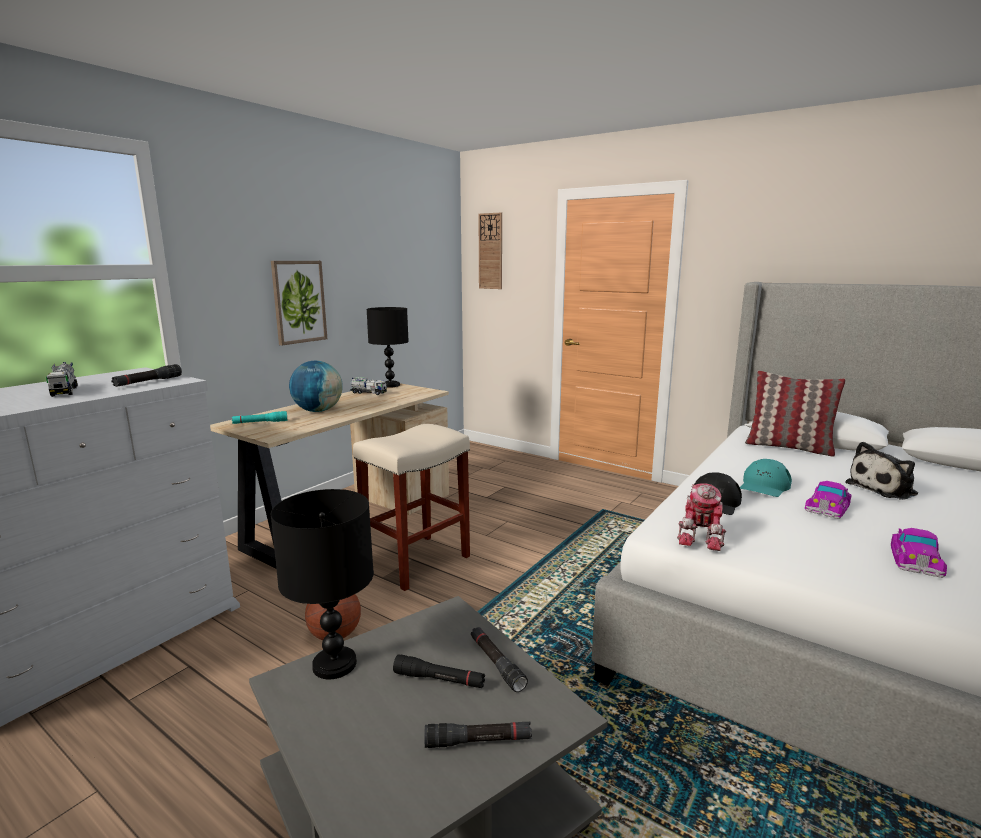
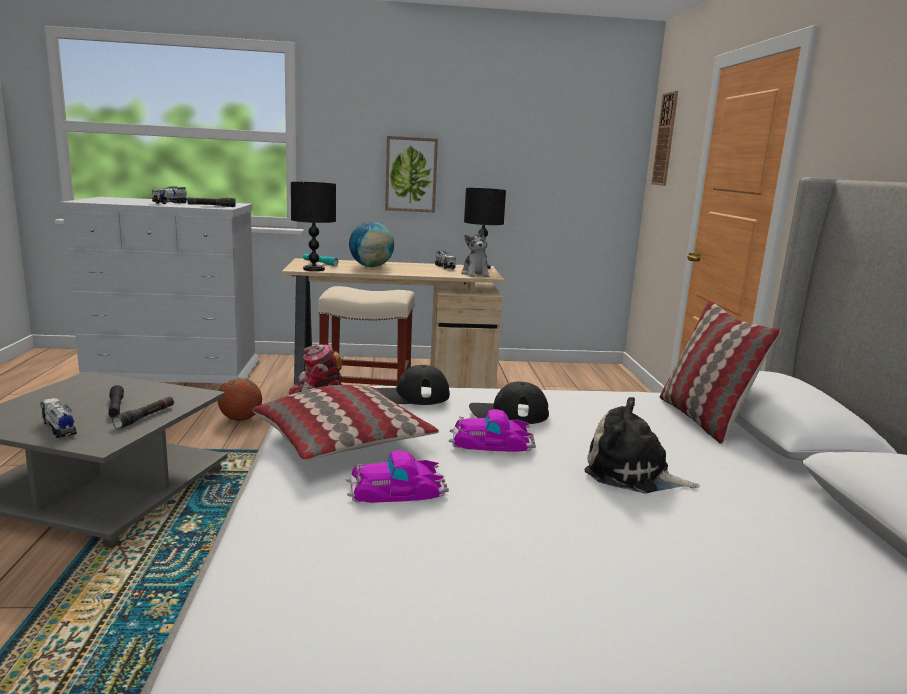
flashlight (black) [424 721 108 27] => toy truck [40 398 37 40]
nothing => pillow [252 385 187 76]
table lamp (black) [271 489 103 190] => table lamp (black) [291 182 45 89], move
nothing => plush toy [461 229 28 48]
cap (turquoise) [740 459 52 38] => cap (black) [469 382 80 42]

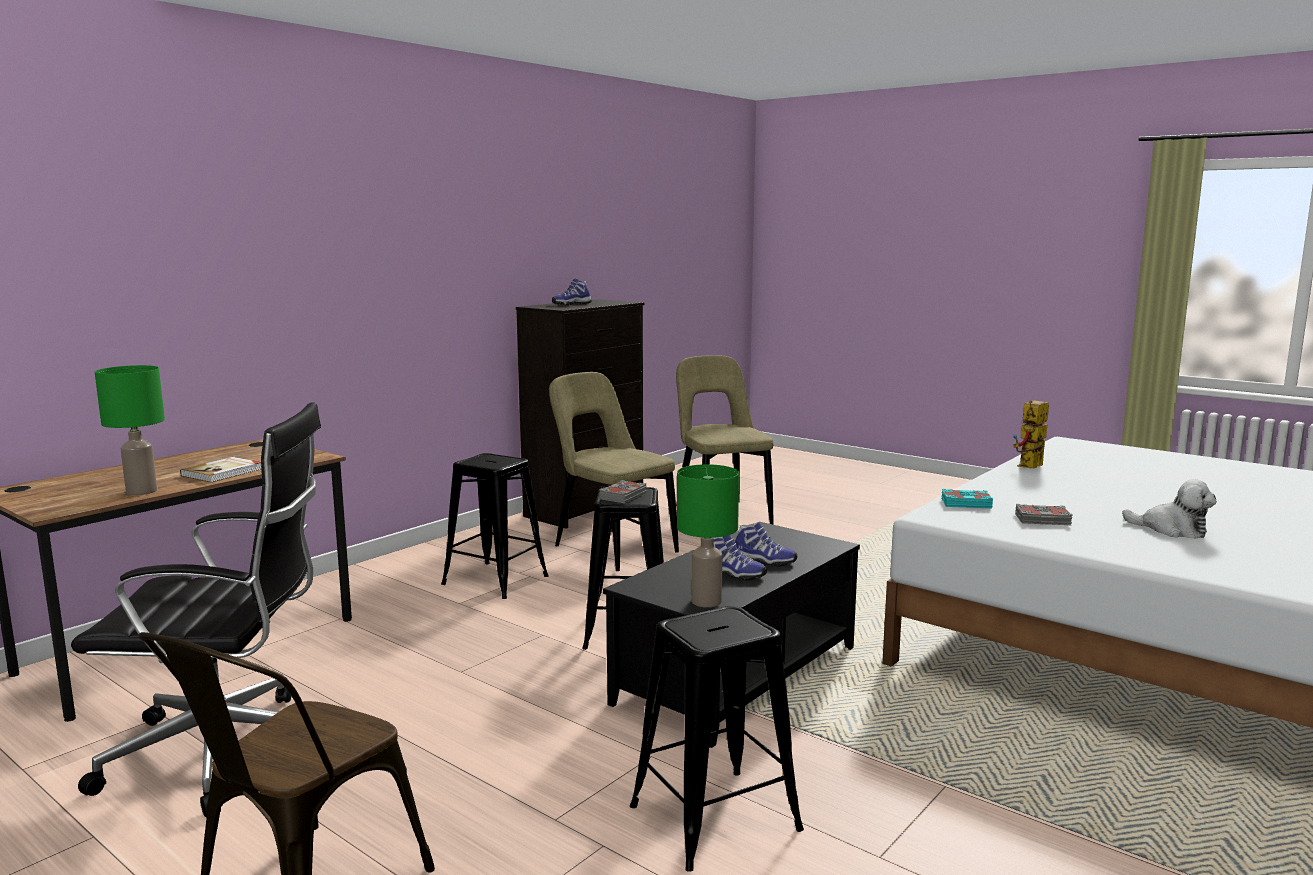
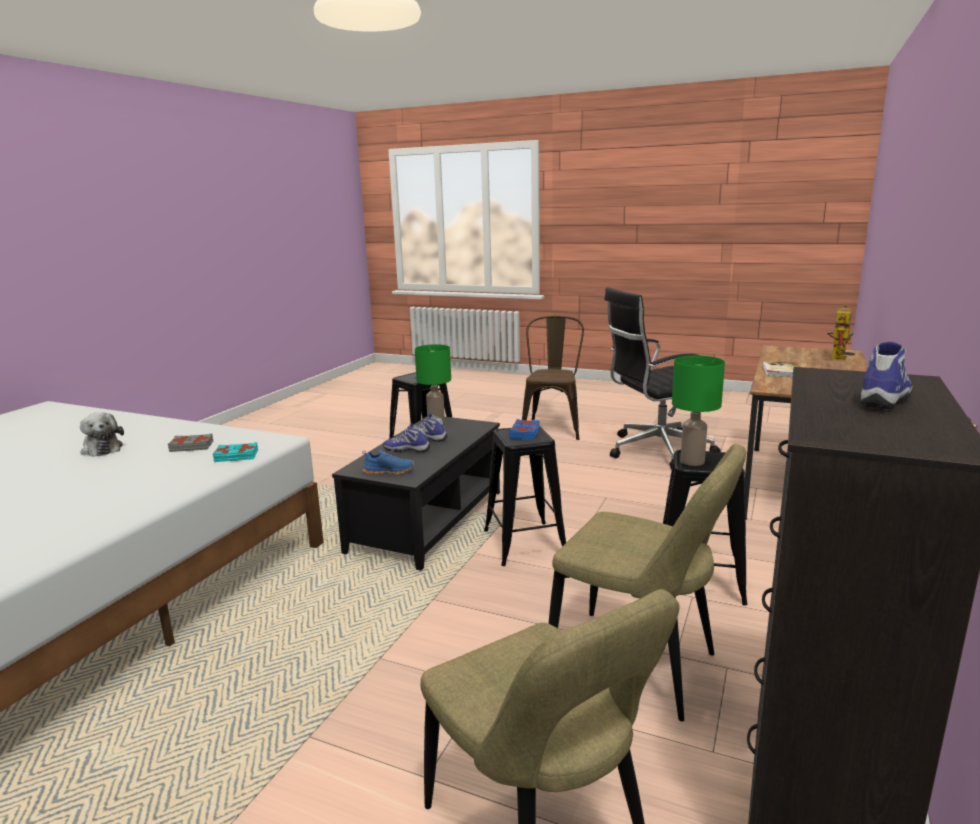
plush toy [1122 479 95 60] => plush toy [80 412 44 44], 150 degrees counterclockwise
nothing => shoe (blue) [362 449 52 26]
book (grey) [599 480 48 23] => book (blue) [509 419 31 21]
table lamp (green) [95 365 70 130] => table lamp (green) [672 355 53 111], move
toy robot [1013 400 36 69] => toy robot [827 305 27 55], move

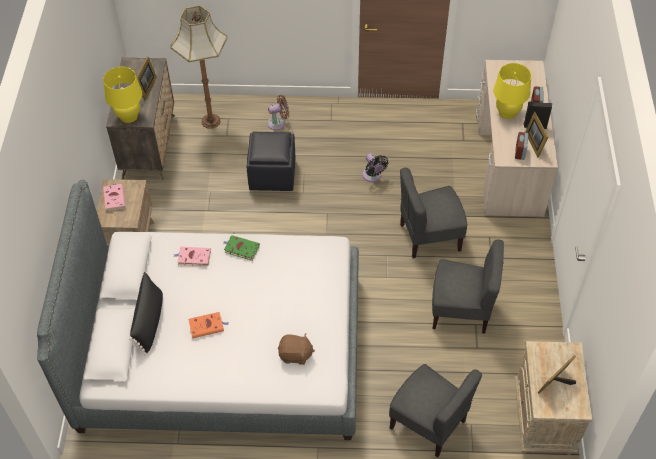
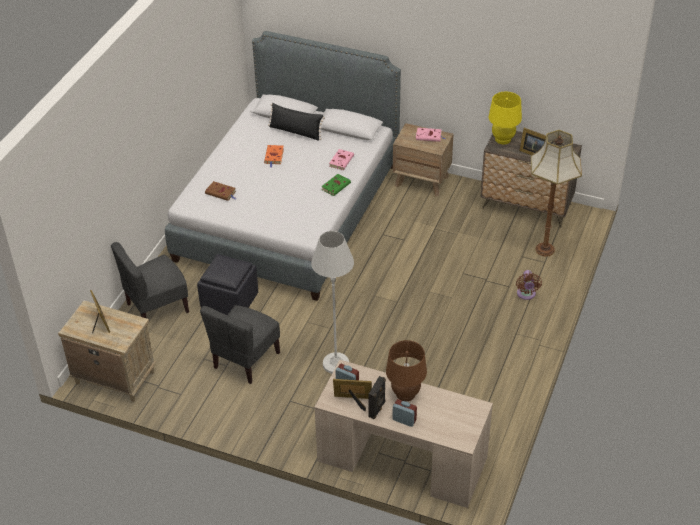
ottoman (black) [247 131 48 60] => ottoman (black) [197 254 61 61], move
plush toy (brown) [278 334 37 31] => book (brown) [205 181 31 20]
chair (grey) [400 167 68 92] => floor lamp (white) [311 231 43 143]
table lamp (yellow) [493 63 38 56] => table lamp (brown) [386 340 41 61]
fan (black) [362 153 26 29] => nothing

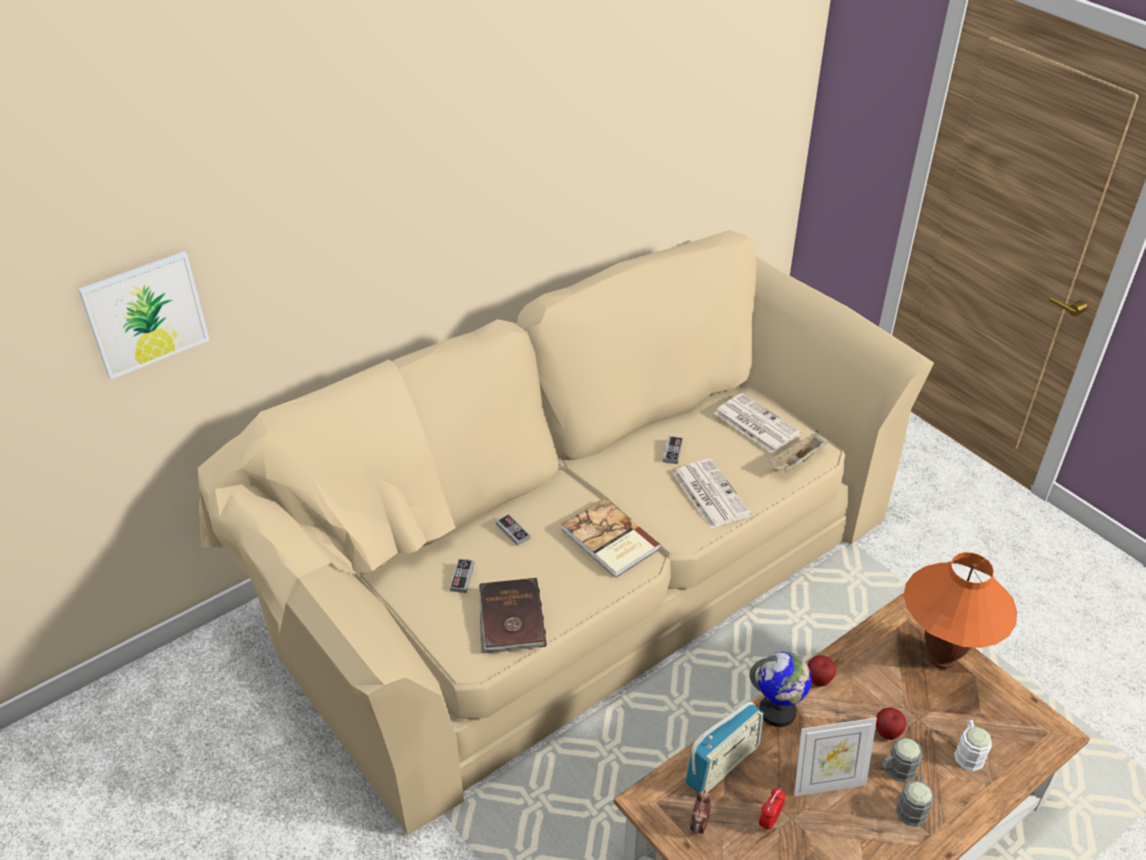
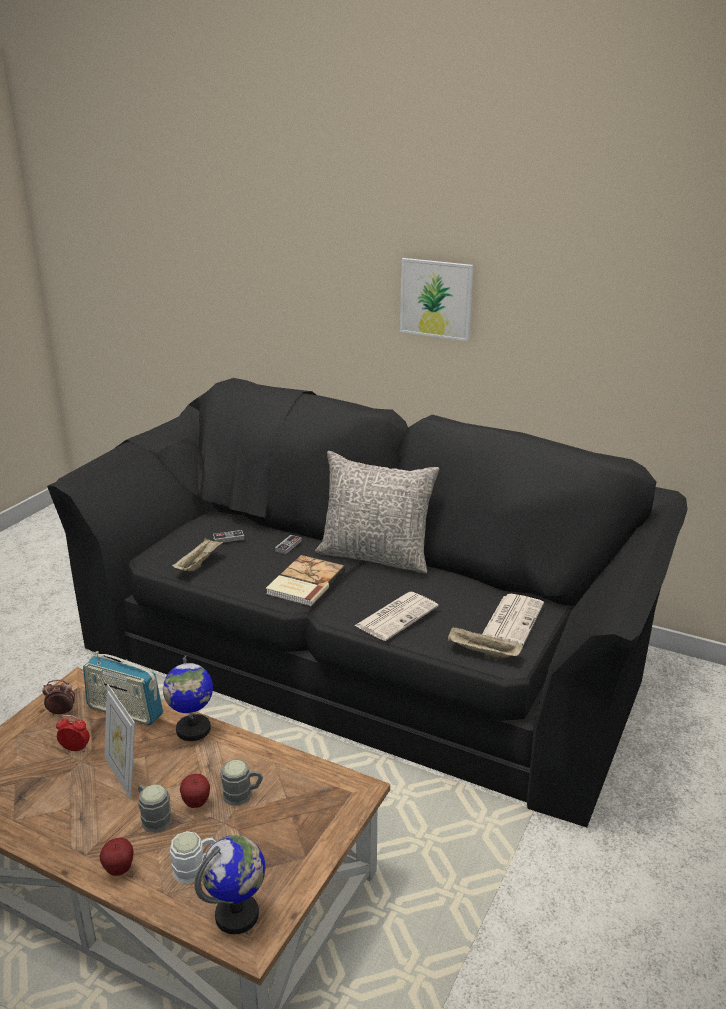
sofa (beige) [198 230 736 605] => sofa (black) [47 378 641 449]
apple [808 655 28 32] => apple [99 838 34 38], move
book (brown) [479 578 68 75] => tray (beige) [172 538 51 33]
nothing => globe [195 835 70 99]
mug (grey) [896 775 38 52] => mug (grey) [221 760 42 46], move
nothing => pillow (grey) [315 451 125 122]
picture [78 251 131 129] => picture [400 258 73 83], move
game controller [663 436 20 28] => nothing
table lamp (orange) [904 552 113 117] => nothing

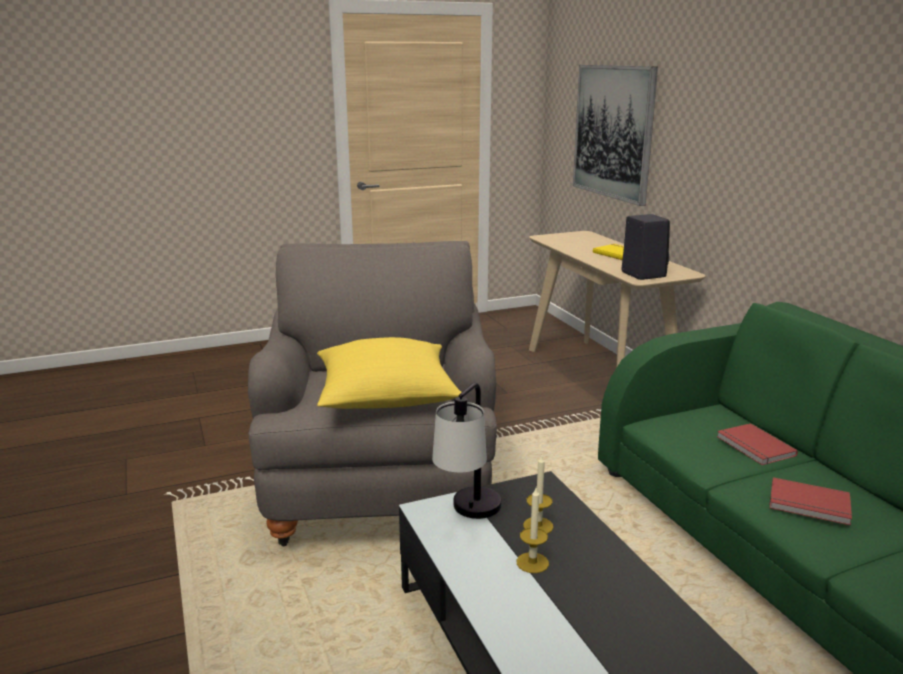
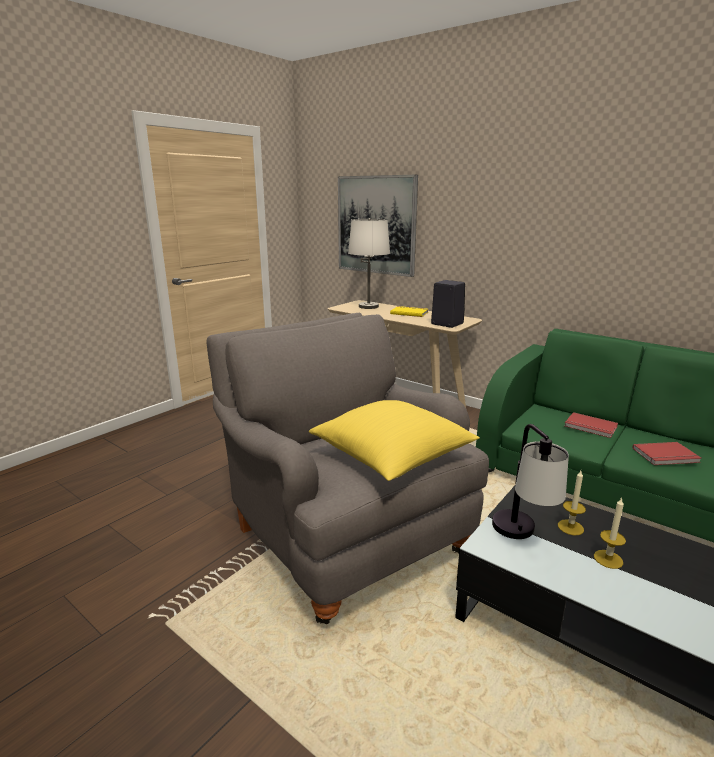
nothing => table lamp (white) [348 218 42 91]

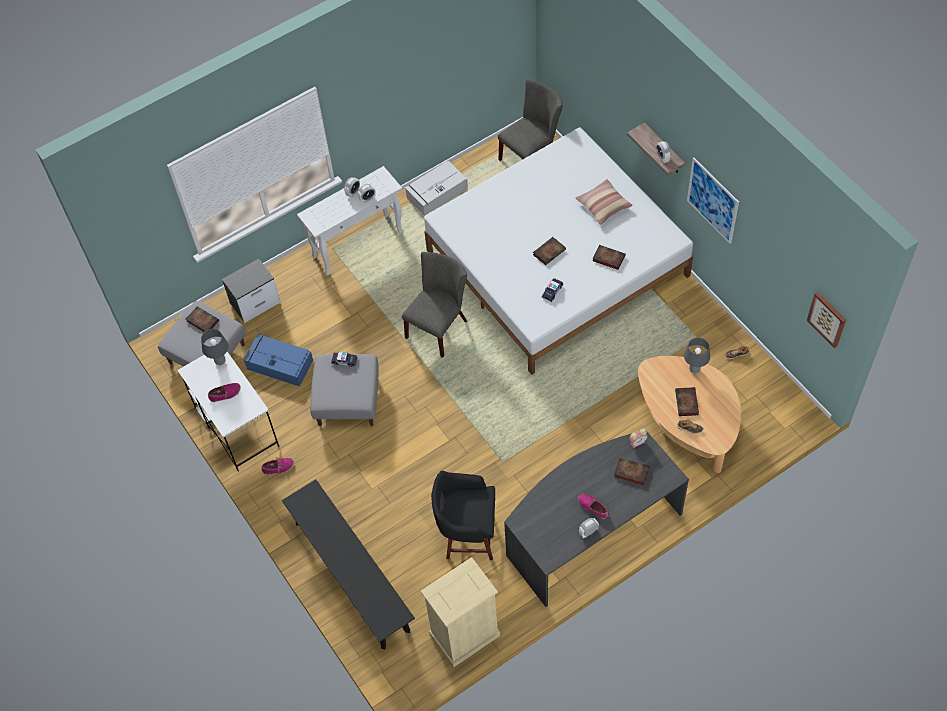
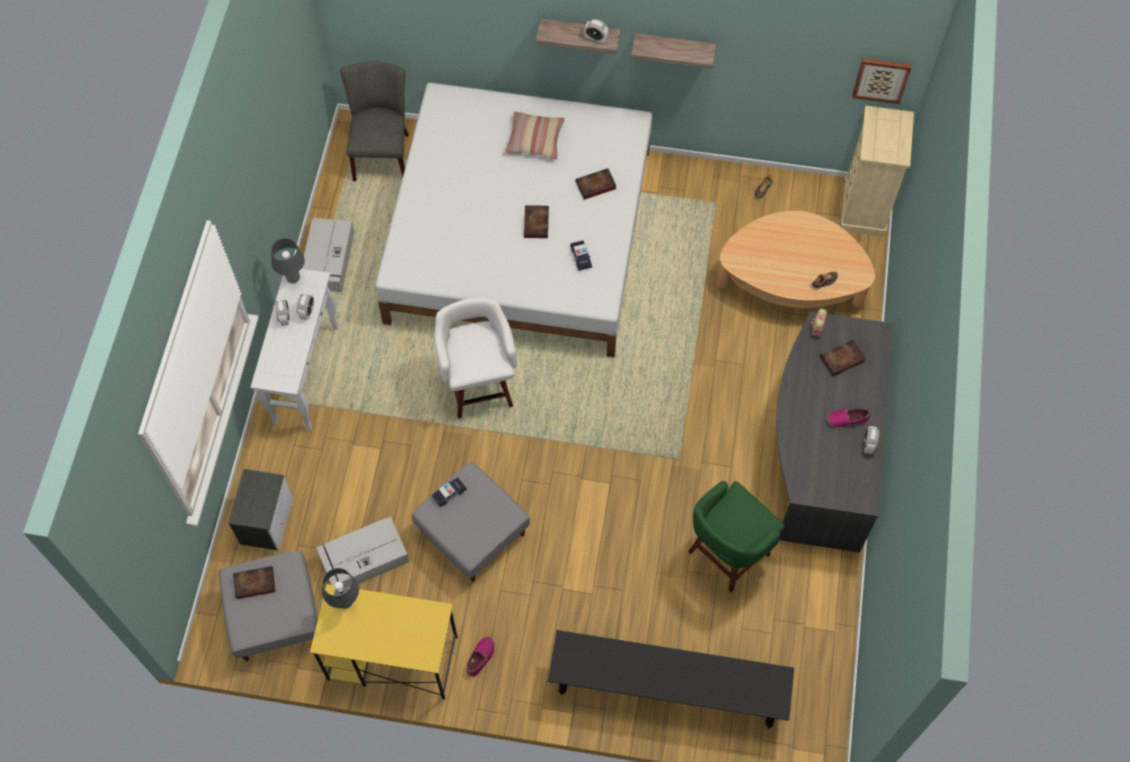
table lamp (grey) [684 338 26 36] => table lamp (grey) [271 238 34 45], move
desk (white) [177 352 103 120] => desk (yellow) [310 584 148 115]
storage box (blue) [243 334 70 52] => storage box (grey) [316 517 93 71]
chair (grey) [402 252 65 106] => stool (white) [434 298 83 121]
picture [687 158 52 86] => shelf [631 33 85 35]
stool (black) [431 471 64 89] => stool (green) [688 481 96 111]
dresser (beige) [421 557 79 111] => dresser (beige) [840 105 74 132], move
shoe [208 383 33 19] => nothing
book [675 387 24 29] => nothing

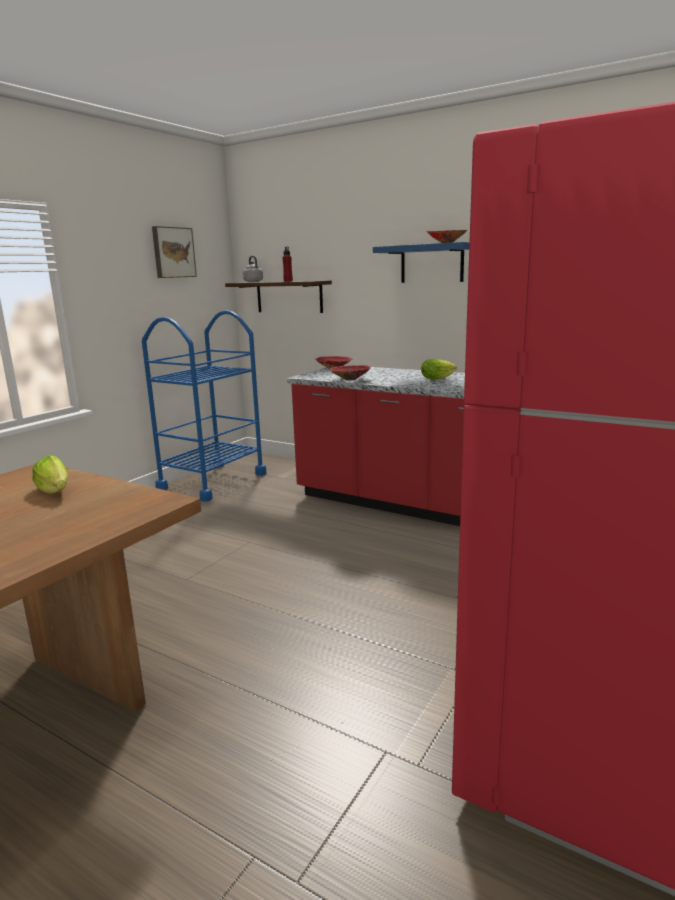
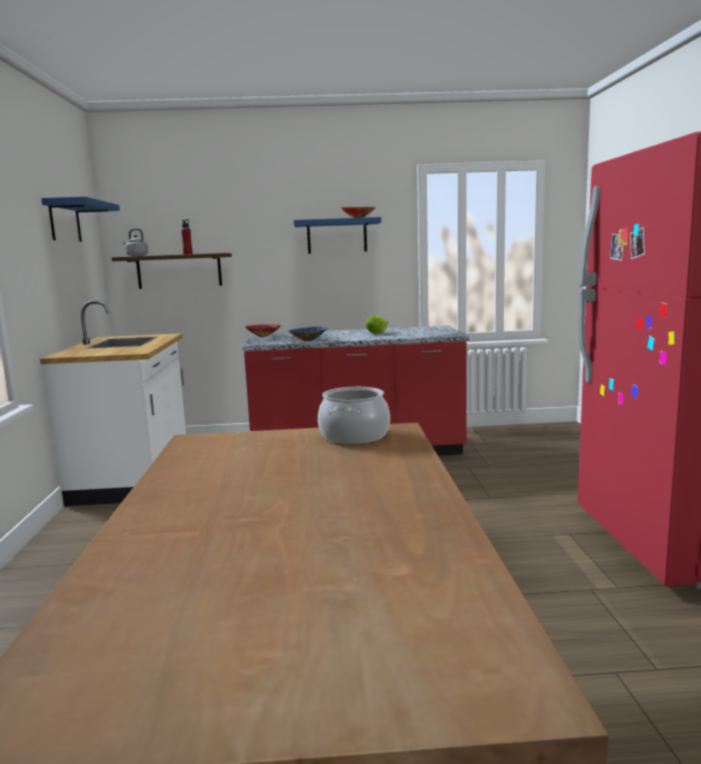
cart (blue) [142 310 124 192] => counter (white) [40 301 146 205]
picture [152 226 45 52] => shelf (blue) [41 197 79 45]
bowl (red) [329 365 42 16] => bowl (blue) [288 327 40 14]
nothing => cooking pot [318 387 72 57]
lettuce [32 455 36 39] => nothing

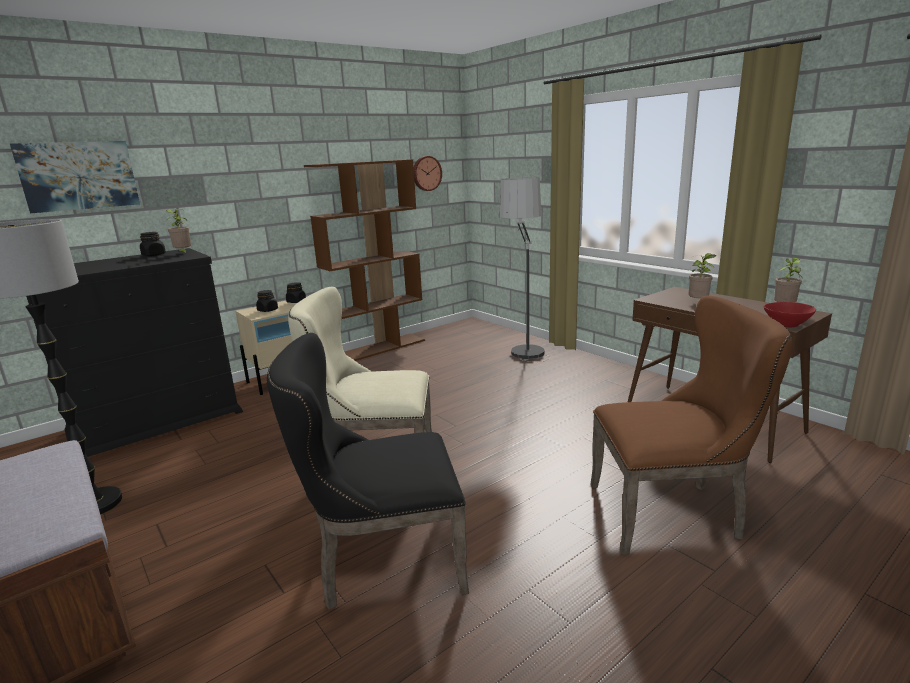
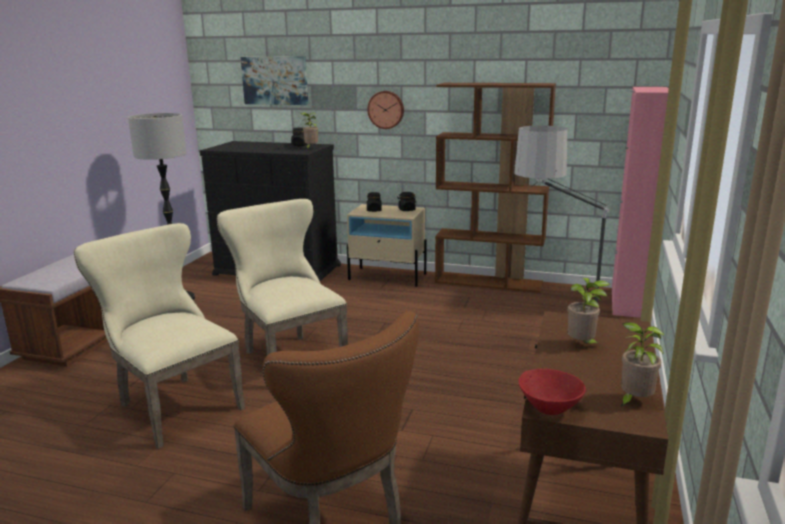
chair (black) [267 333 202 277] => chair (beige) [74 223 171 226]
wall clock [414 156 28 35] => wall clock [367 91 37 38], move
nothing => cabinet (pink) [612 87 57 231]

